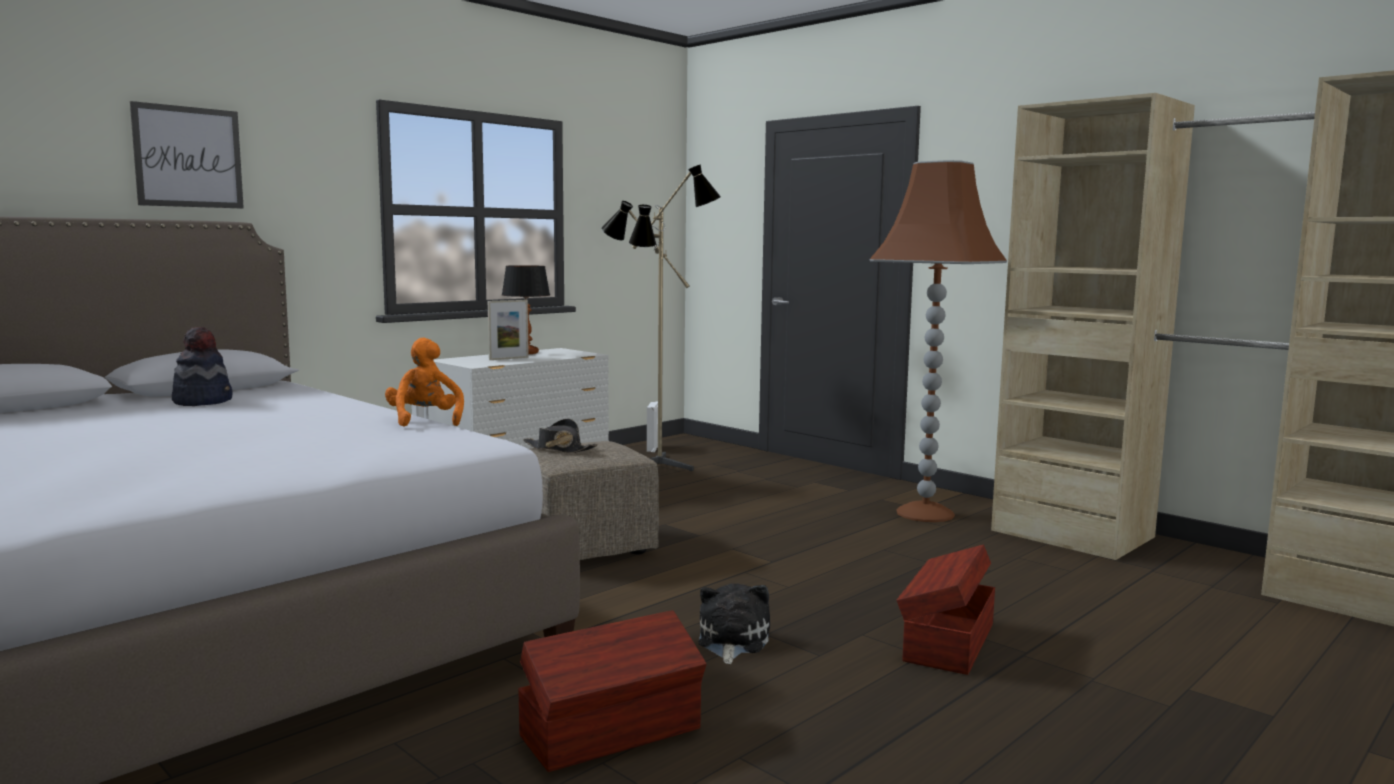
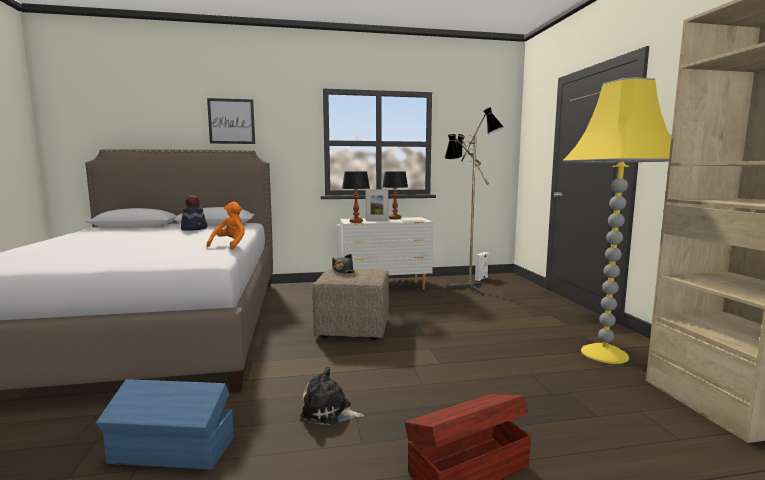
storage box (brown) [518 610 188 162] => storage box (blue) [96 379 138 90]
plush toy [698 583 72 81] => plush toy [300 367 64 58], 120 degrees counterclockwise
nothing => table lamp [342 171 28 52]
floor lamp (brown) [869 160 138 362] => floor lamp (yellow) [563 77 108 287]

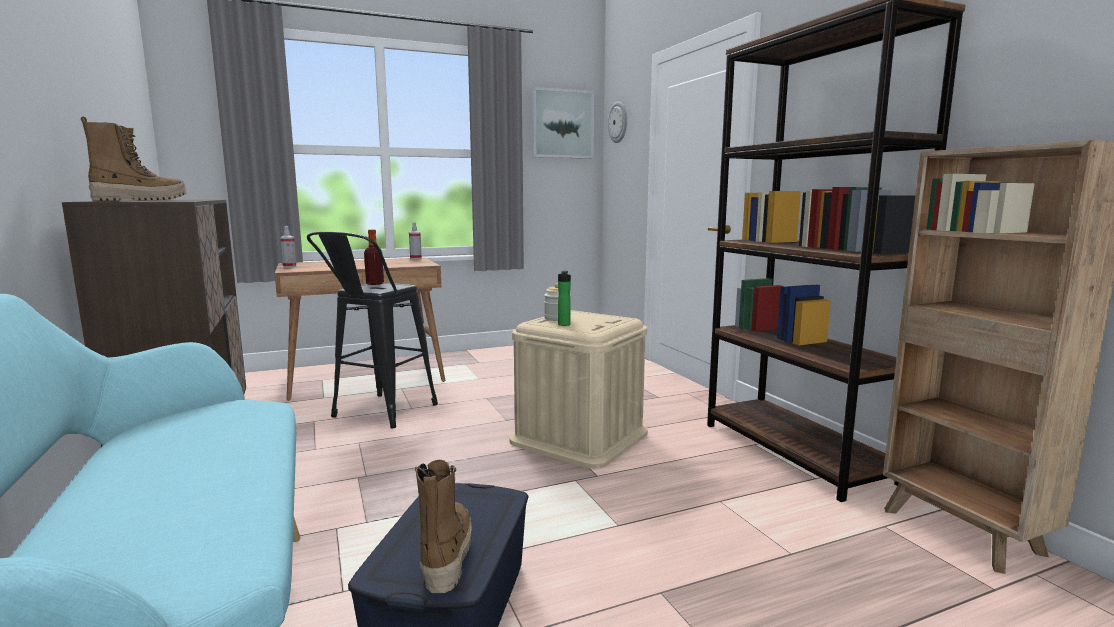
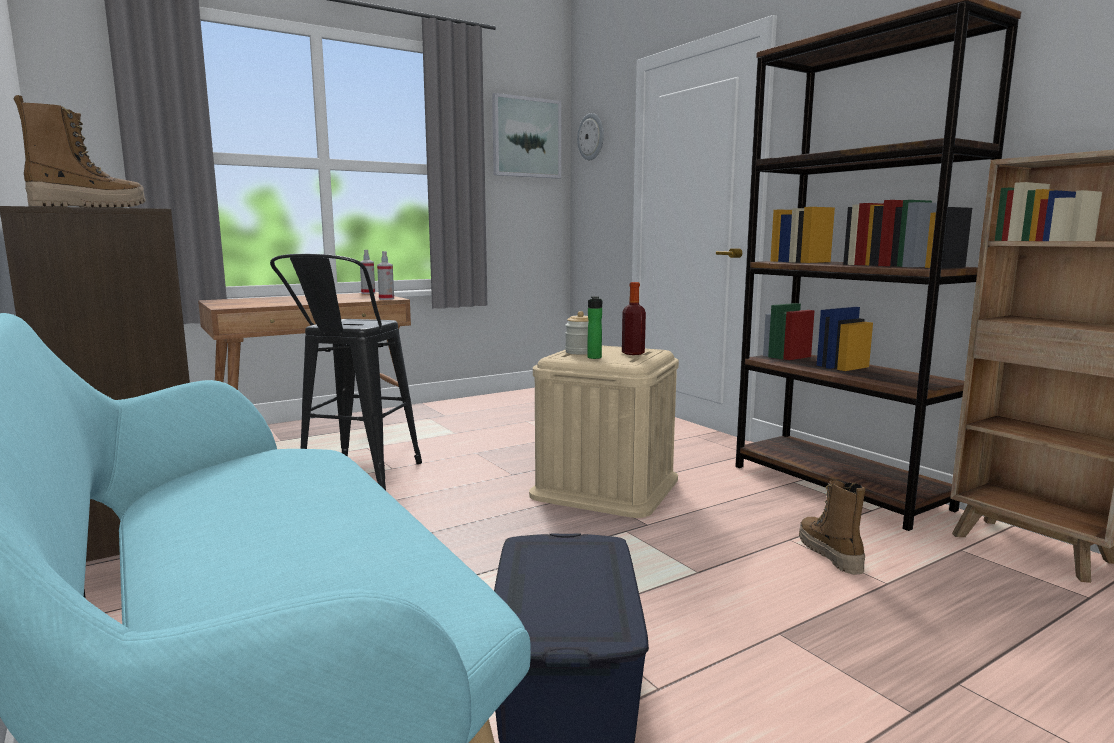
spray bottle [280 226 16 42] => spray bottle [377 251 17 49], move
bottle [364 230 20 55] => bottle [622 282 24 73], move
boot [414 460 58 133] => boot [799 480 66 95], move

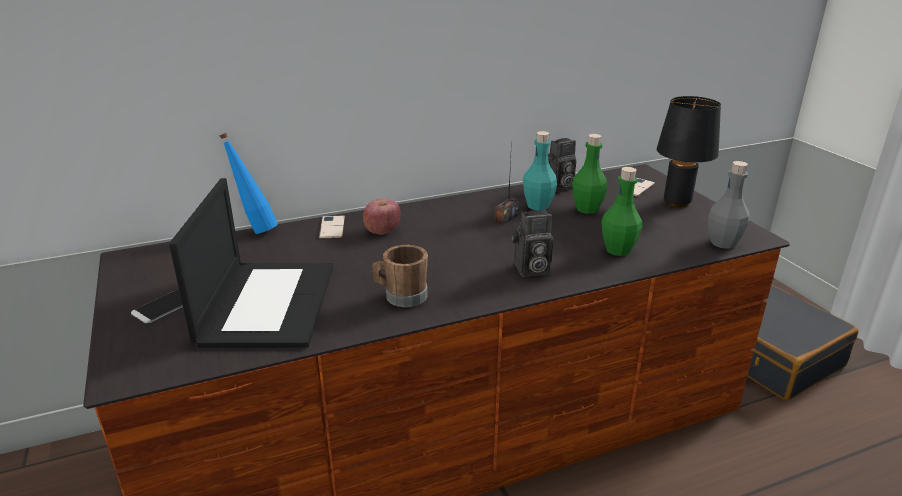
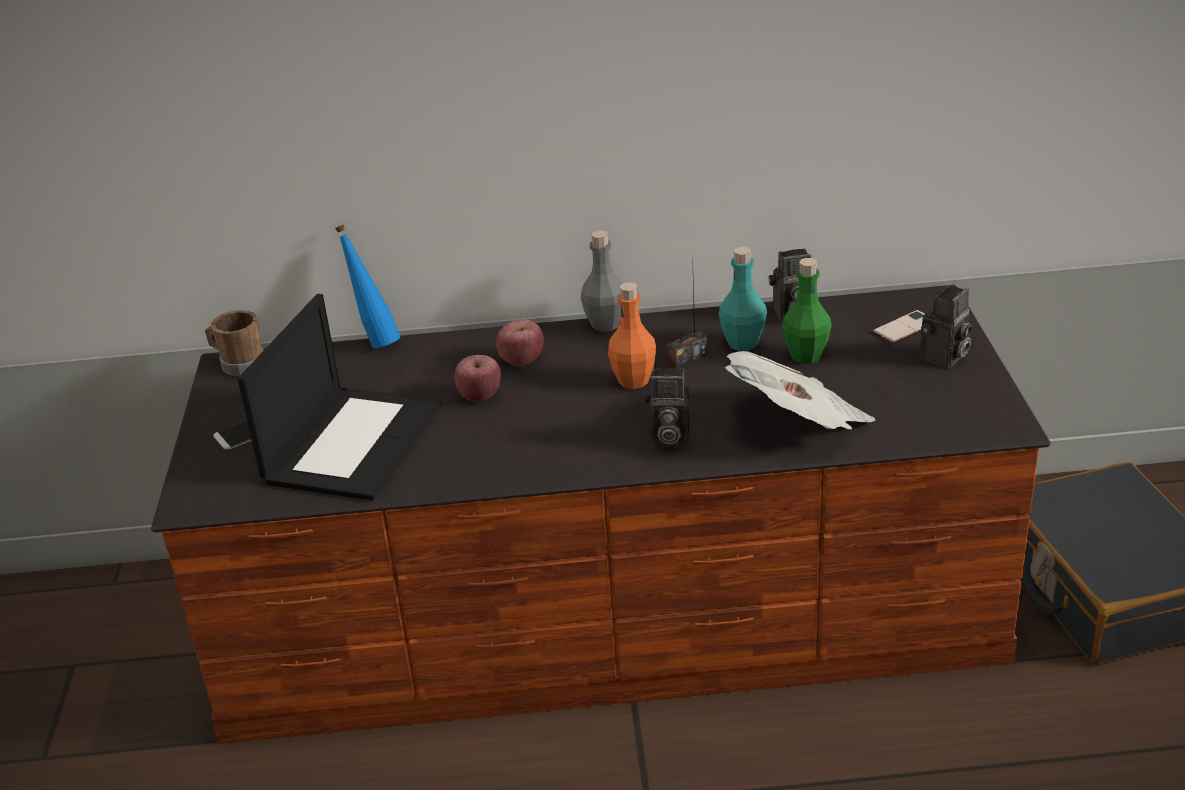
mug (brown) [372 245 56 63] => mug (brown) [205 310 59 66], move
nothing => apple [455 355 46 46]
bottle (grey) [708 161 42 88] => bottle (grey) [581 230 42 102], move
nothing => bottle (orange) [608 282 48 107]
bottle (green) [601 167 41 89] => newspaper [725 351 150 79]
table lamp (black) [657 96 64 111] => photo camera [919 285 53 83]
phone [319 215 26 24] => nothing

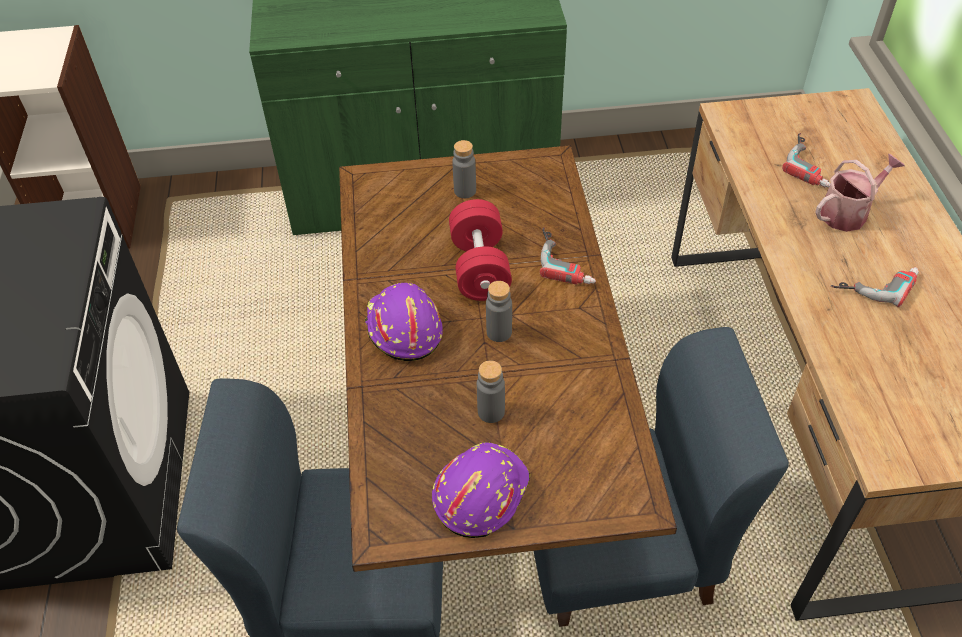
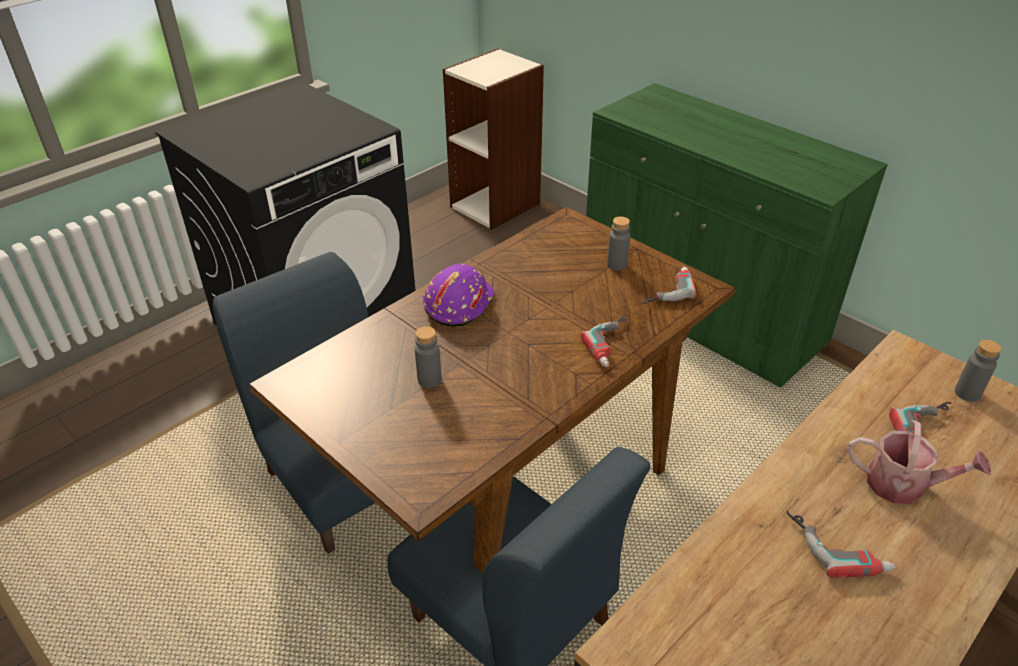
nothing => power drill [641 267 55 37]
bottle (grey) [486 281 26 61] => bottle (grey) [955 340 47 62], move
hard hat (purple) [432 442 98 96] => nothing
dumbbell (red) [449 199 63 102] => nothing

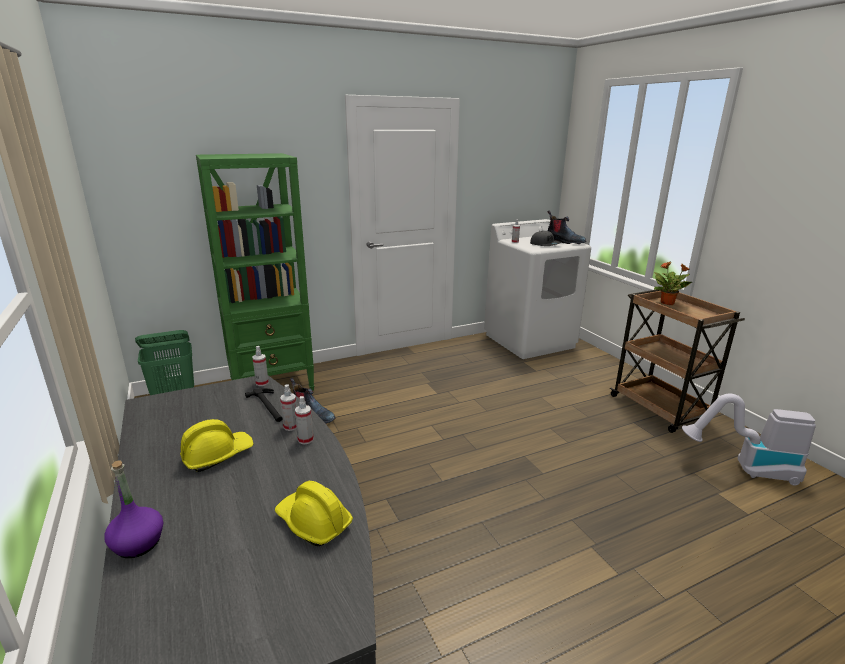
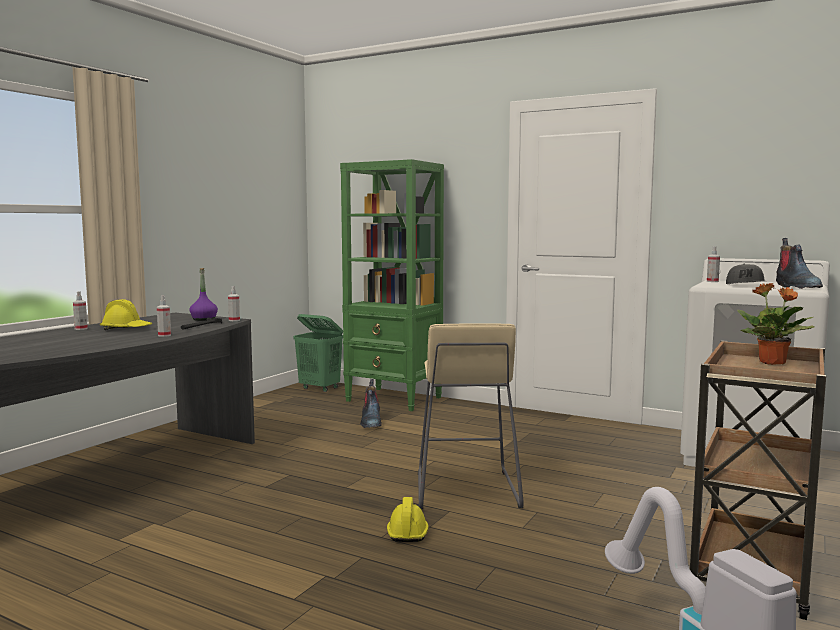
spray bottle [280 384 17 47] => spray bottle [73 291 15 39], move
bottle (purple) [104 460 59 98] => bottle (purple) [190 268 28 53], move
hard hat (yellow) [275 481 78 65] => hard hat (yellow) [387 497 42 45], move
nothing => stool (beige) [418 323 106 186]

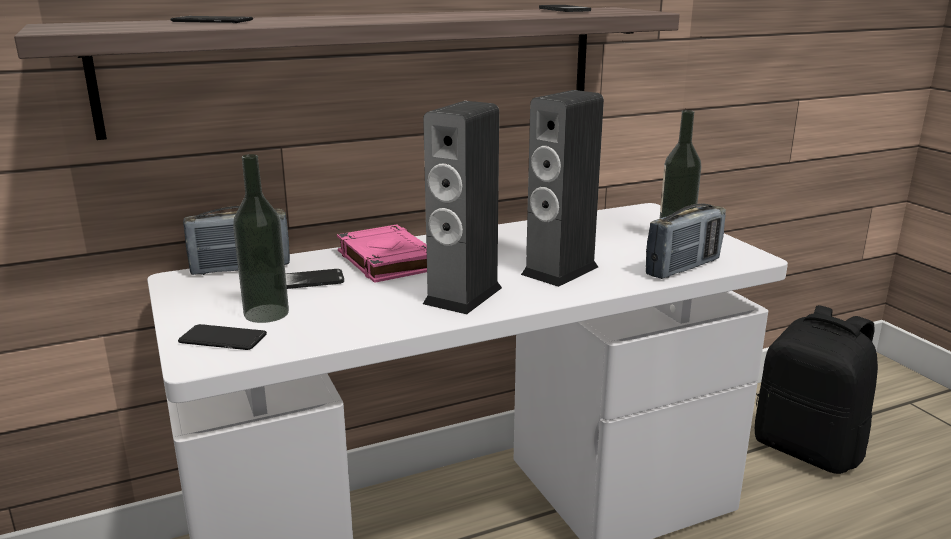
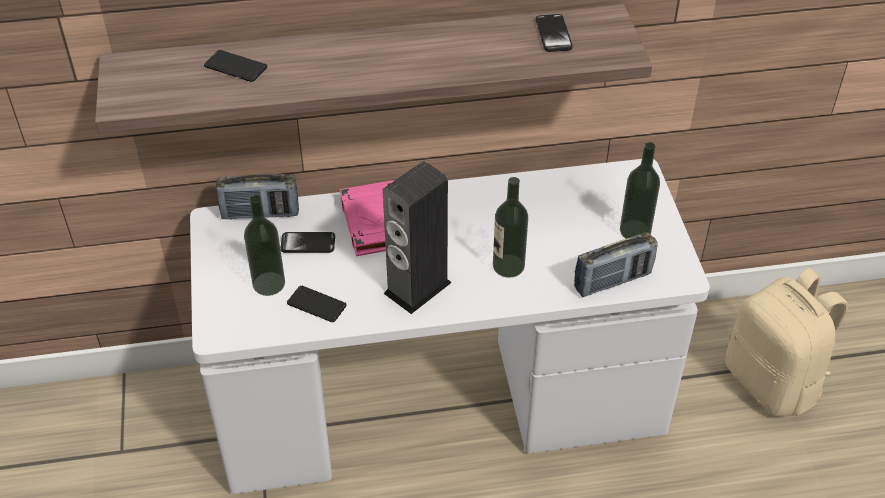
phone [178 324 89 26] => phone [287 286 60 36], move
speaker [521 90 83 197] => bottle [493 177 35 101]
backpack (black) [755 305 123 169] => backpack (beige) [725 268 123 149]

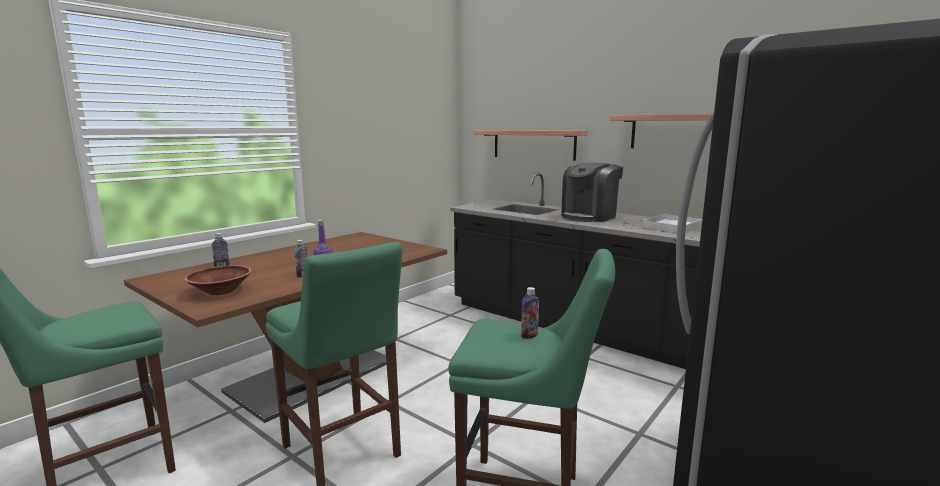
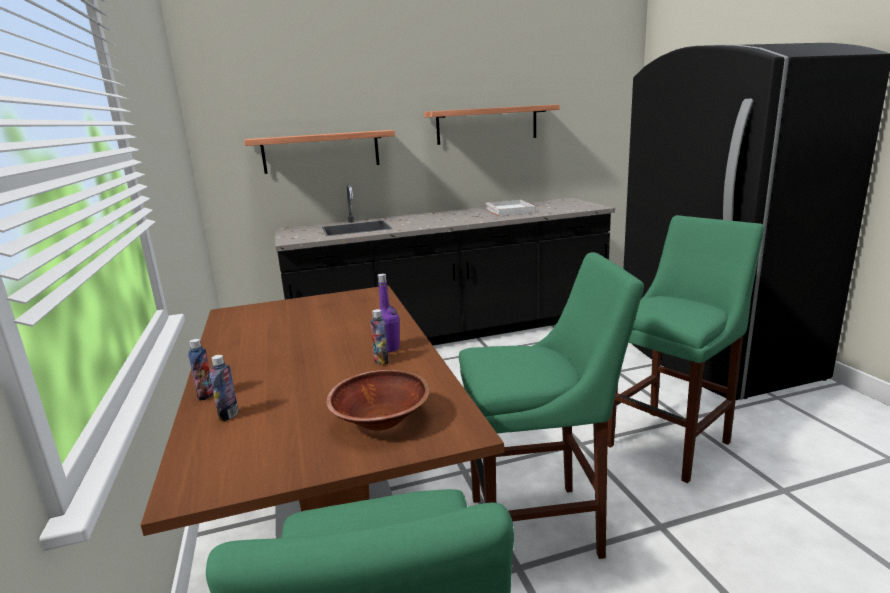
bottle [521 287 18 52] => bottle [188 339 25 62], move
coffee machine [561 163 62 59] => nothing

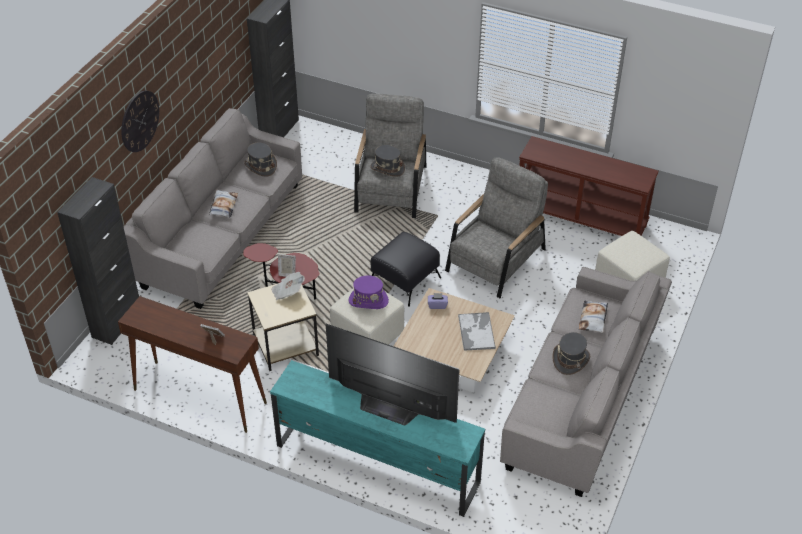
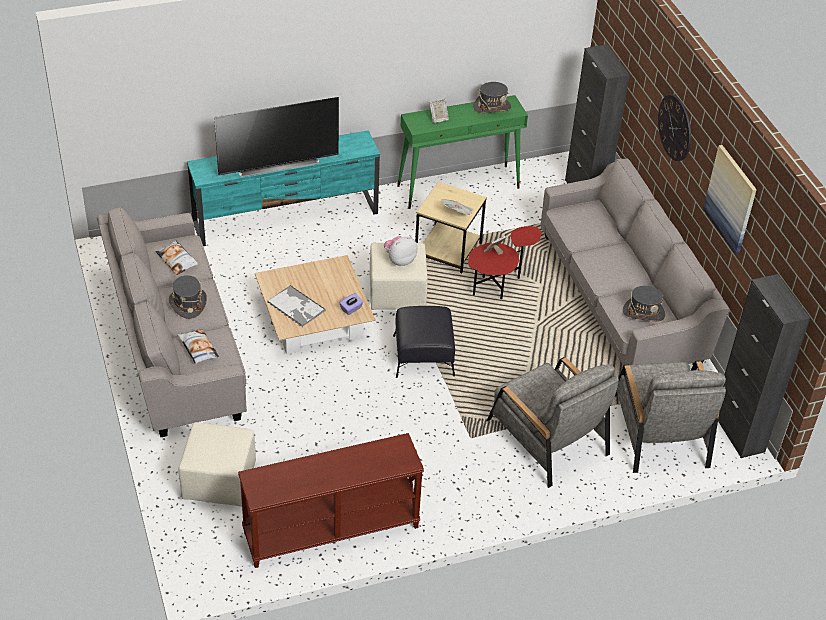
pillow [209 190 29 28] => pillow [156 240 42 35], move
hat (purple) [349 275 40 34] => plush toy [384 236 33 30]
console table (brown) [118 296 149 137] => console table (green) [397 95 131 114]
hat (grey) [370 145 35 32] => hat (grey) [473 82 38 31], move
armchair (grey) [445 157 103 141] => armchair (grey) [615 361 111 112], move
nothing => picture [703 145 54 110]

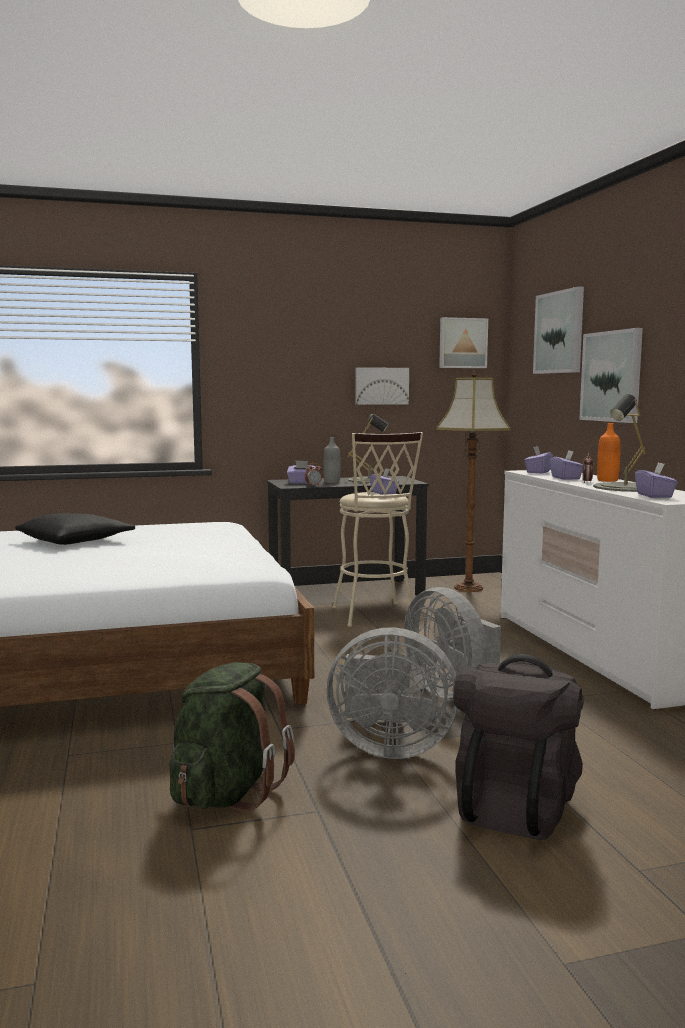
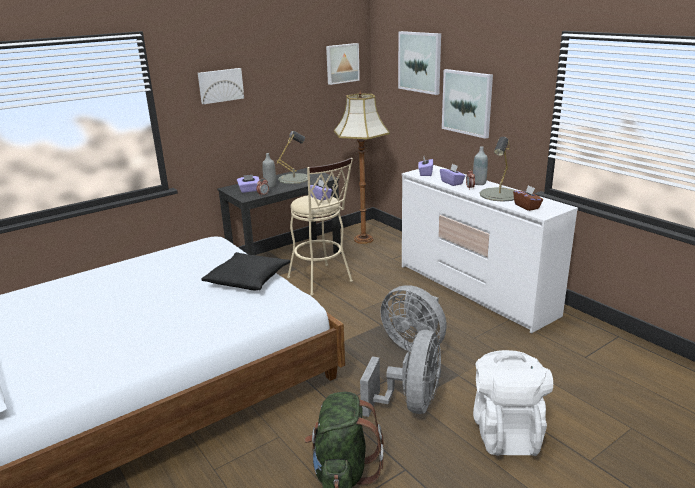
picture [355 367 54 38] => picture [198 68 46 36], move
pillow (black) [15 513 120 32] => pillow (black) [202 252 88 38], move
fan (grey) [327 627 131 132] => fan (grey) [360 330 81 87], 60 degrees counterclockwise
bottle (orange) [597 423 24 59] => bottle (grey) [473 146 15 39]
backpack (black) [453 654 131 186] => backpack (white) [473 350 80 106]
tissue box (purple) [635 462 43 36] => tissue box (brown) [513 185 30 26]

